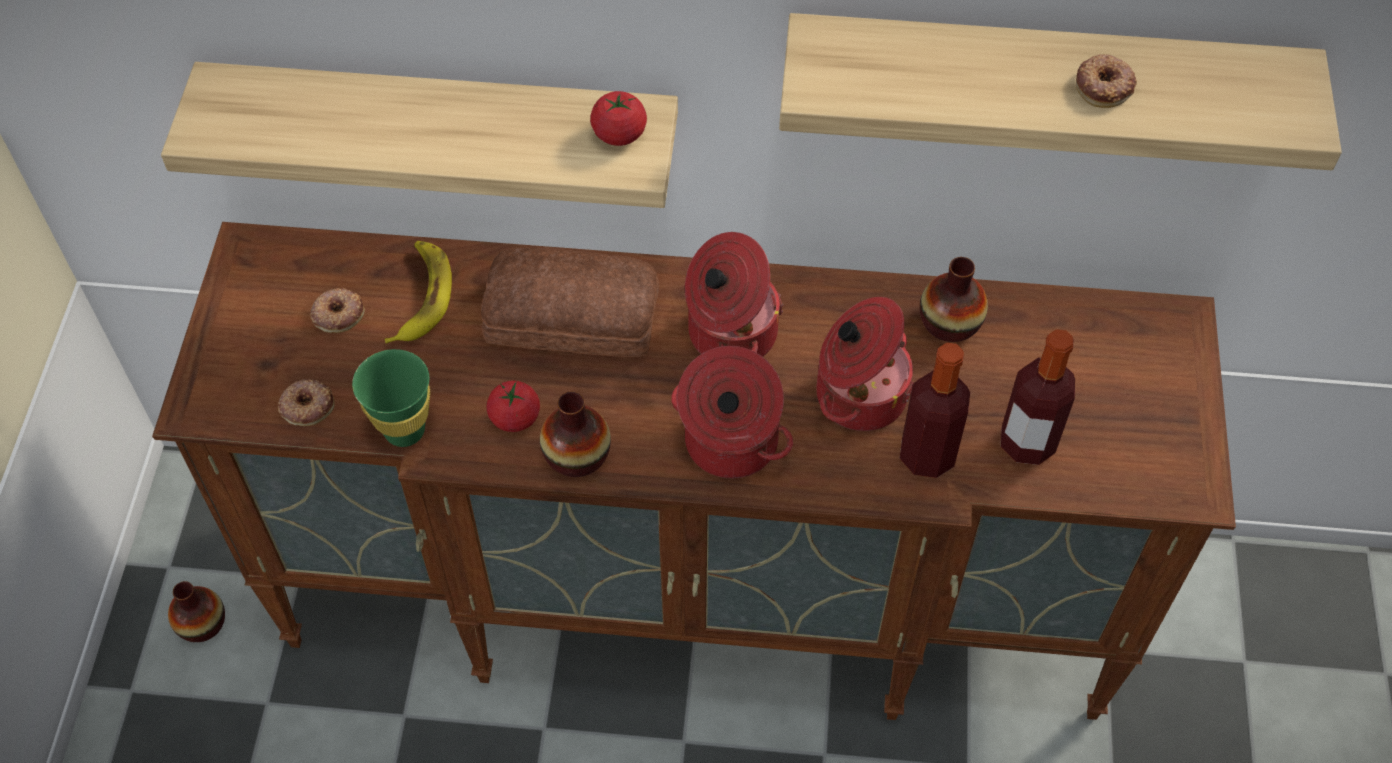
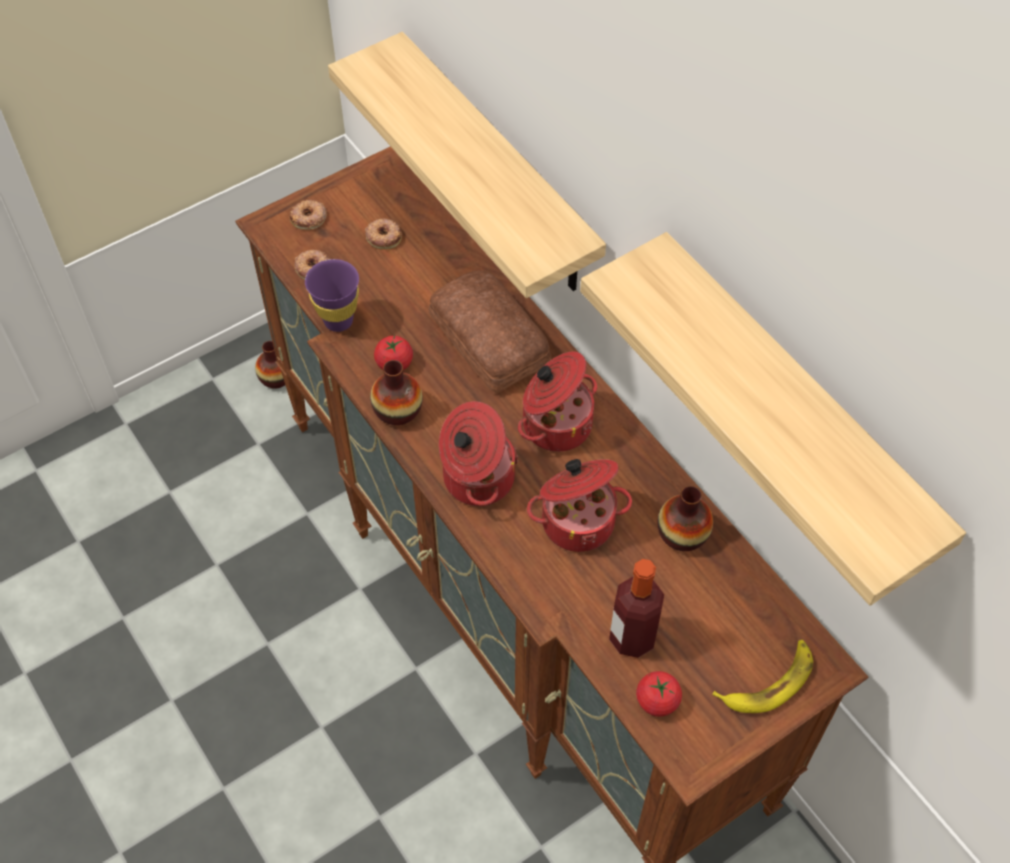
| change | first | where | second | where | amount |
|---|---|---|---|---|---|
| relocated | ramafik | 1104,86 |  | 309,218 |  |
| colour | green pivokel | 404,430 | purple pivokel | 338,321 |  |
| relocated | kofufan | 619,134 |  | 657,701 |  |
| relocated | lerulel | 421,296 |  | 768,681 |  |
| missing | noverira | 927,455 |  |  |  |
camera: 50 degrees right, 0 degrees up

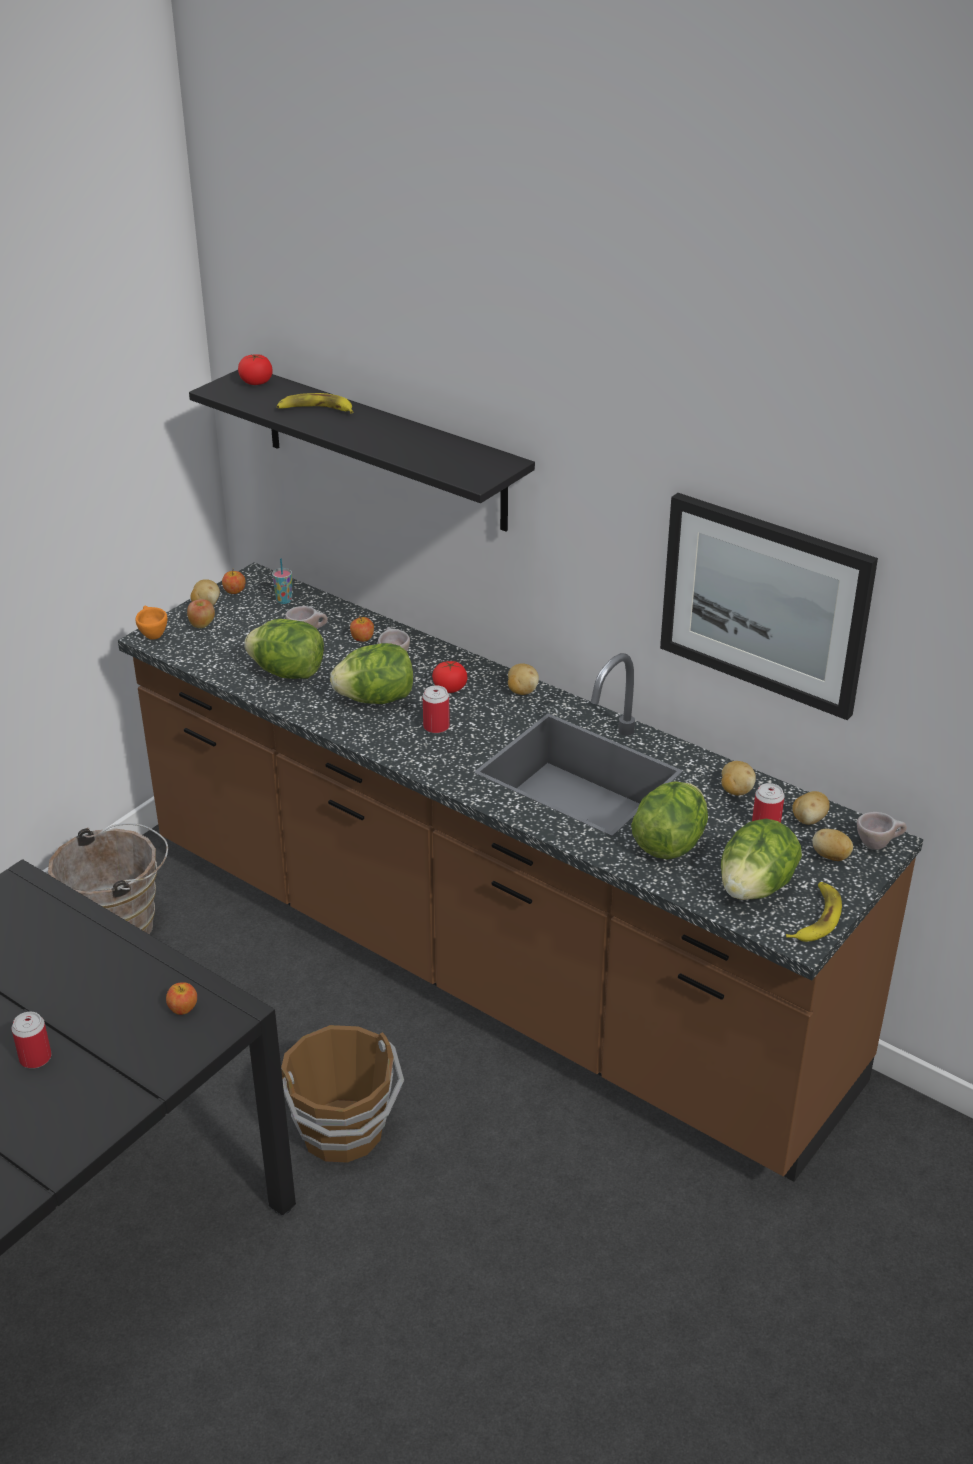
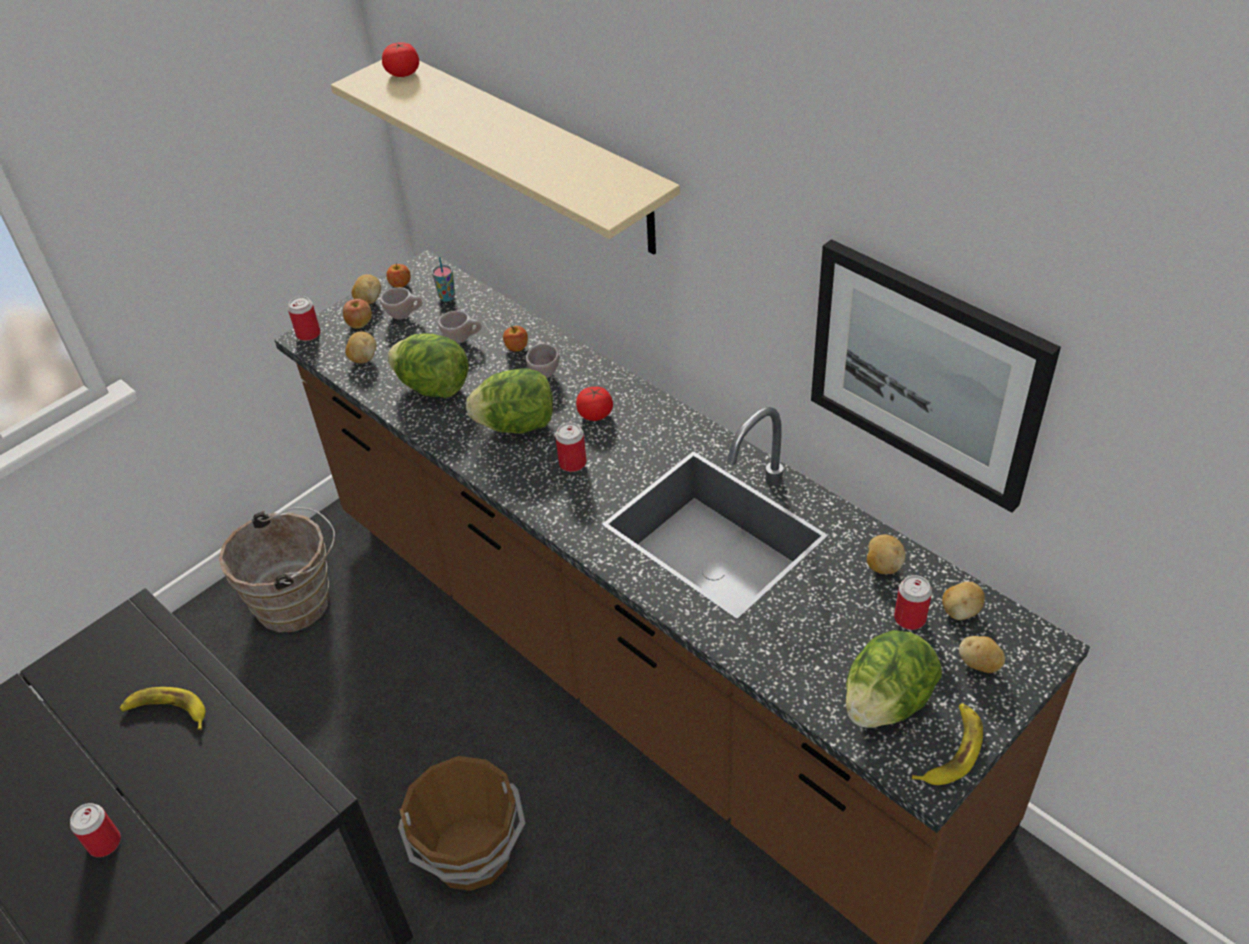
| change | first | where | second | where | amount |
|---|---|---|---|---|---|
| relocated | lerulel | 315,410 |  | 167,711 |  |
| exchanged | orange pivokel | 152,634 | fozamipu | 308,334 |  |
| colour | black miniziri | 384,449 | beige miniziri | 532,152 |  |
| relocated | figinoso | 521,691 |  | 363,358 |  |
| relocated | beige pivokel | 878,844 |  | 404,315 |  |
| missing | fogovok | 183,1008 |  |  |  |
| missing | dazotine | 669,844 |  |  |  |
camera: 10 degrees right, 10 degrees up

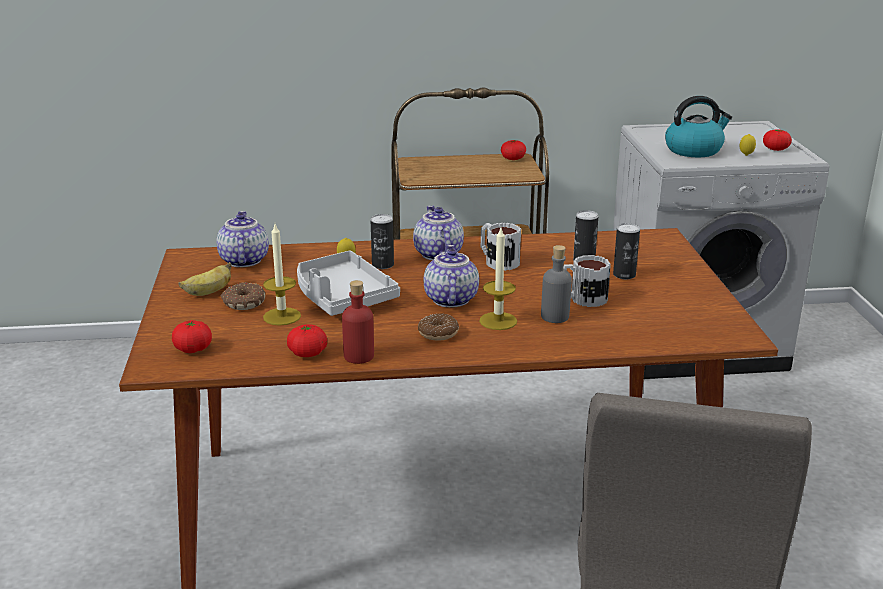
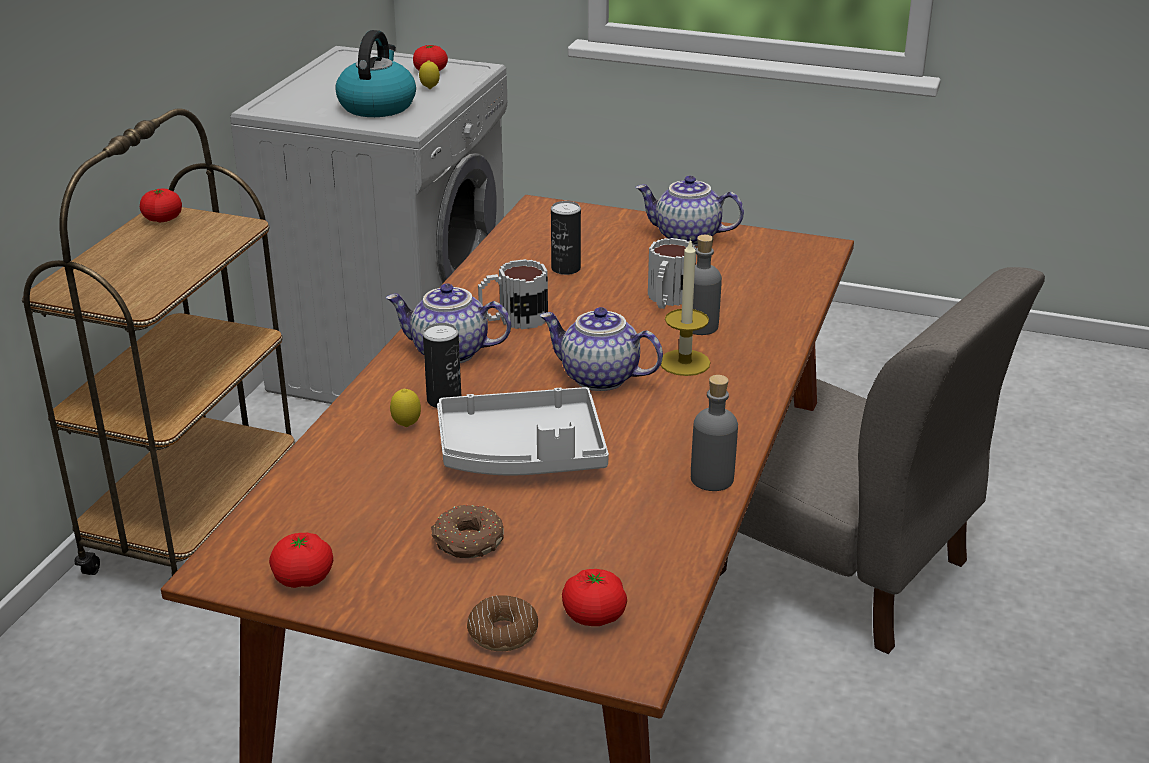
| change | first | where | second | where | amount |
|---|---|---|---|---|---|
| relocated | kofufan | 307,353 |  | 303,578 |  |
| relocated | ramafik | 438,333 |  | 503,632 |  |
| relocated | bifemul | 243,260 |  | 686,238 |  |
| colour | red noverira | 359,356 | grey noverira | 712,479 |  |
| missing | lerulel | 208,292 |  |  |  |
| missing | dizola | 282,316 |  |  |  |
| missing | fozamipu | 624,275 |  |  |  |
camera: 65 degrees left, 5 degrees up

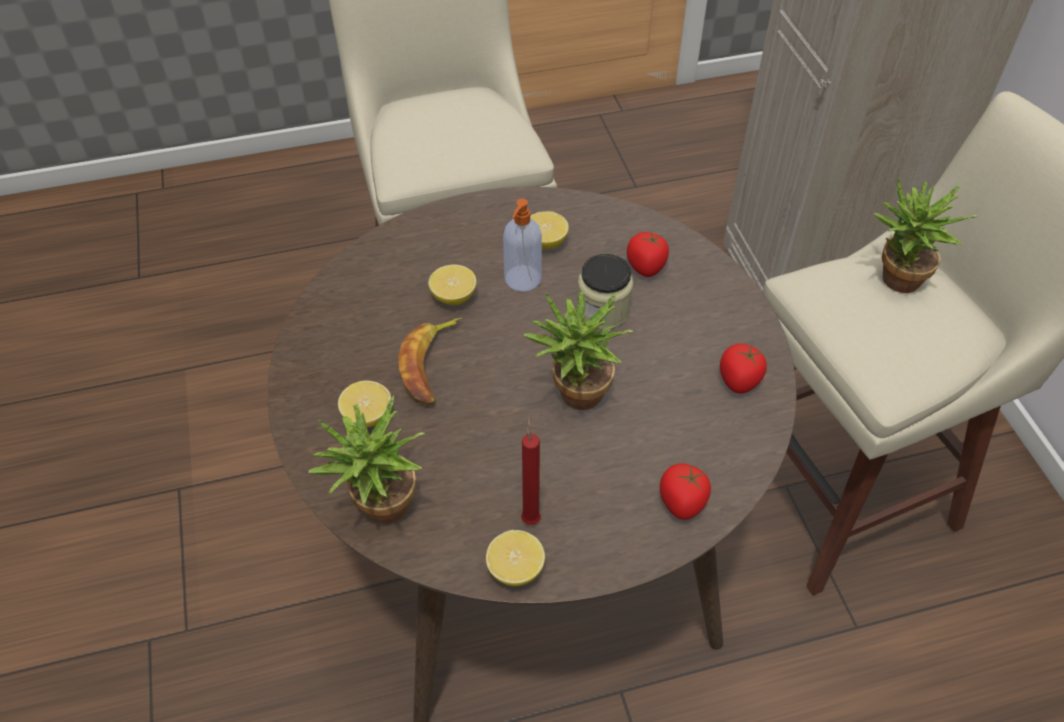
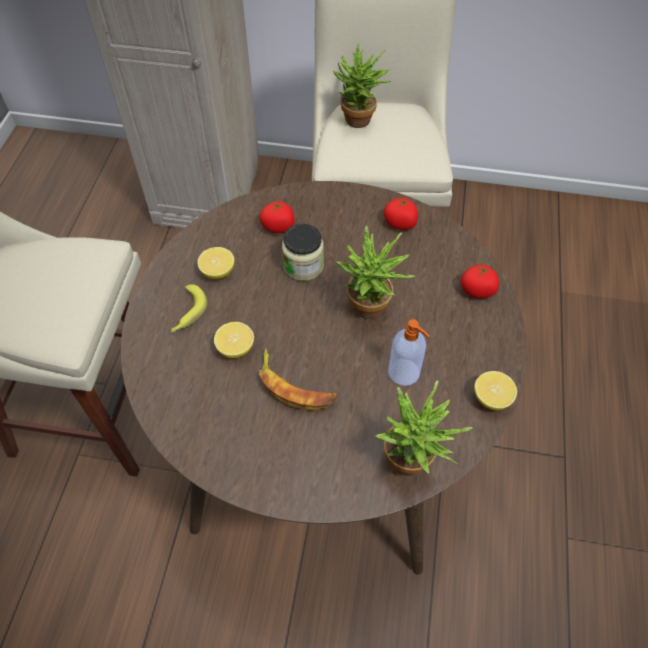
| change | first | where | second | where | amount |
|---|---|---|---|---|---|
| appeared |  |  | lerulel | 187,313 |  |
| relocated | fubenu | 522,279 |  | 404,373 |  |
| missing | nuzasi | 367,416 |  |  |  |
| missing | red dizola | 530,517 |  |  |  |
camera: 65 degrees left, 5 degrees up

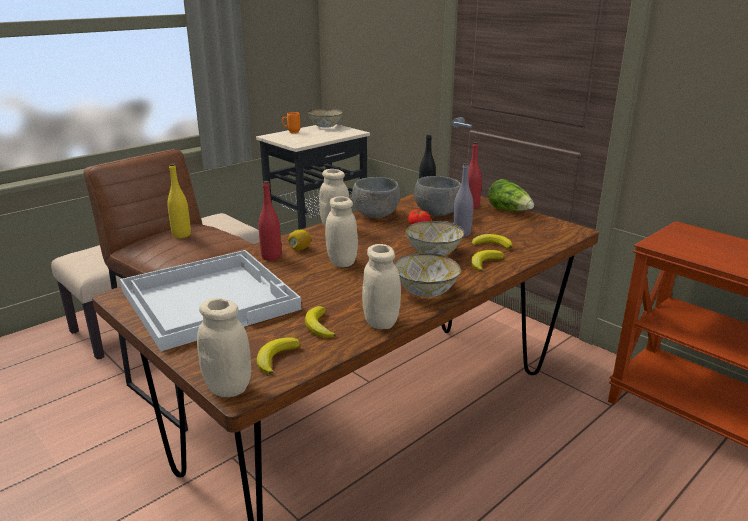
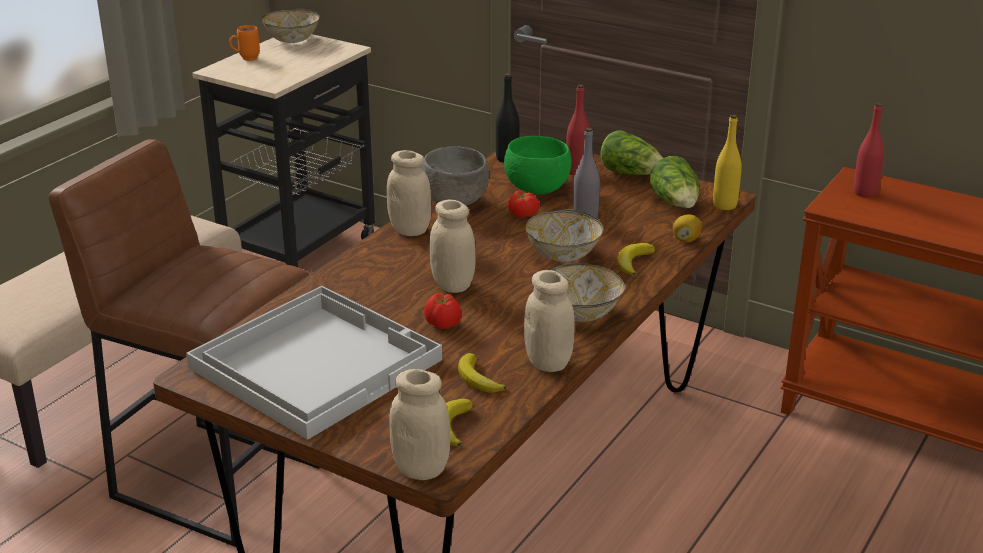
| change | first | where | second | where | amount |
|---|---|---|---|---|---|
| appeared |  |  | kofufan | 442,324 |  |
| colour | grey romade | 437,214 | green romade | 537,190 |  |
| appeared |  |  | dazotine | 676,204 |  |
| relocated | nuzasi | 299,249 |  | 686,239 |  |
| relocated | yellow noverira | 181,235 |  | 724,205 |  |
| relocated | red noverira | 271,257 |  | 865,192 |  |
| missing | lerulel | 492,245 |  |  |  |
camera: 15 degrees left, 5 degrees up

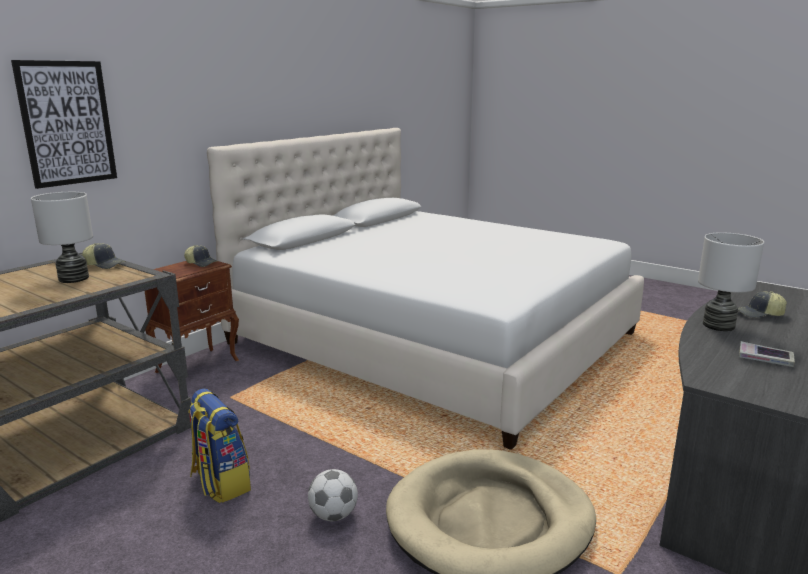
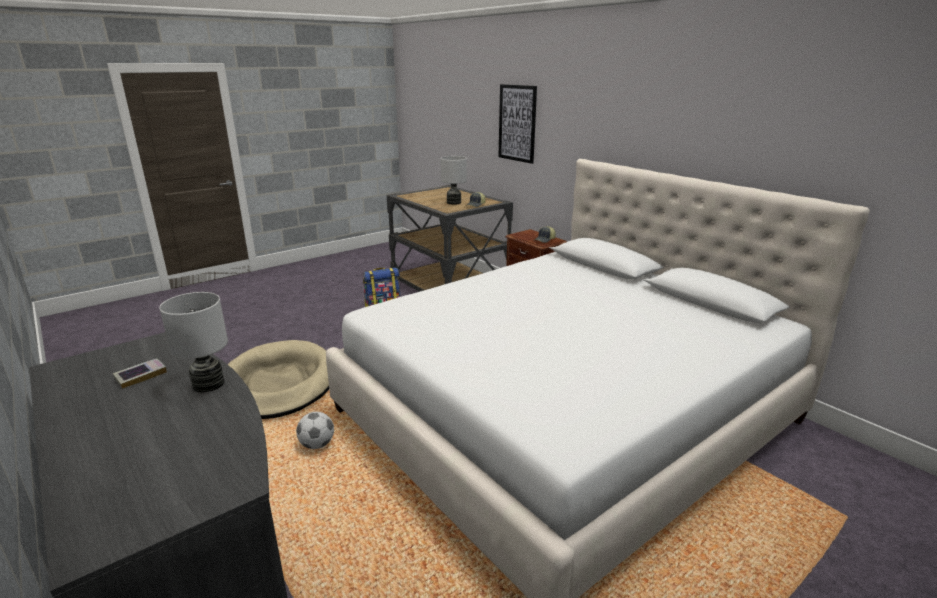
| change | first | where | second | where | amount |
|---|---|---|---|---|---|
| relocated | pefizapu | 333,515 |  | 317,445 |  |
| missing | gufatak | 759,314 |  |  |  |
camera: 105 degrees right, 5 degrees up

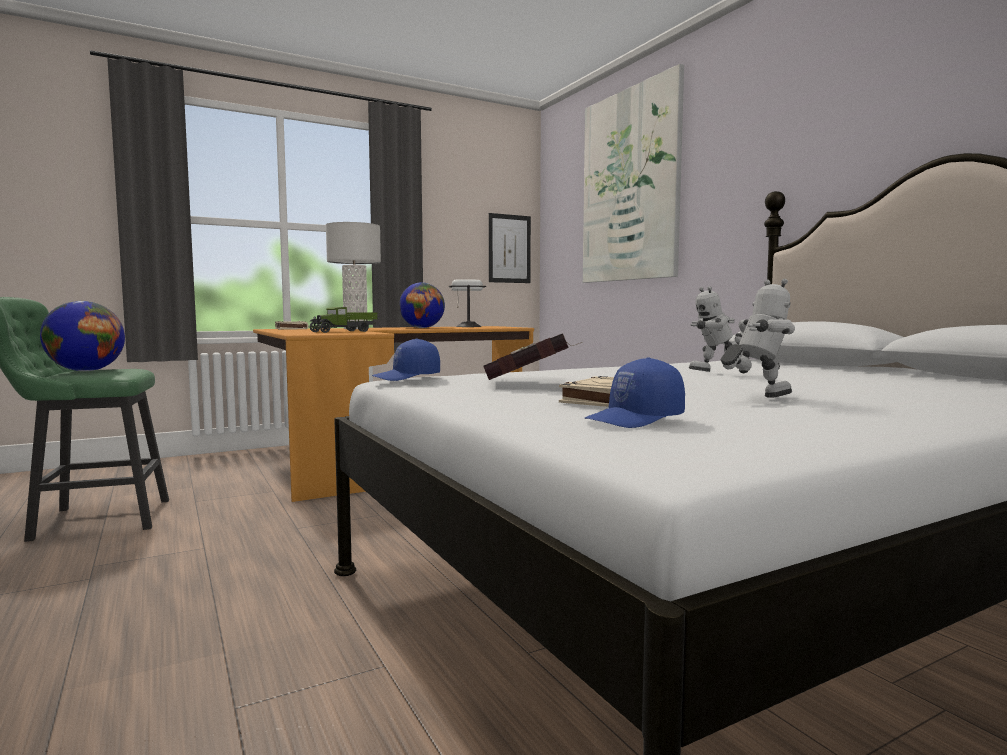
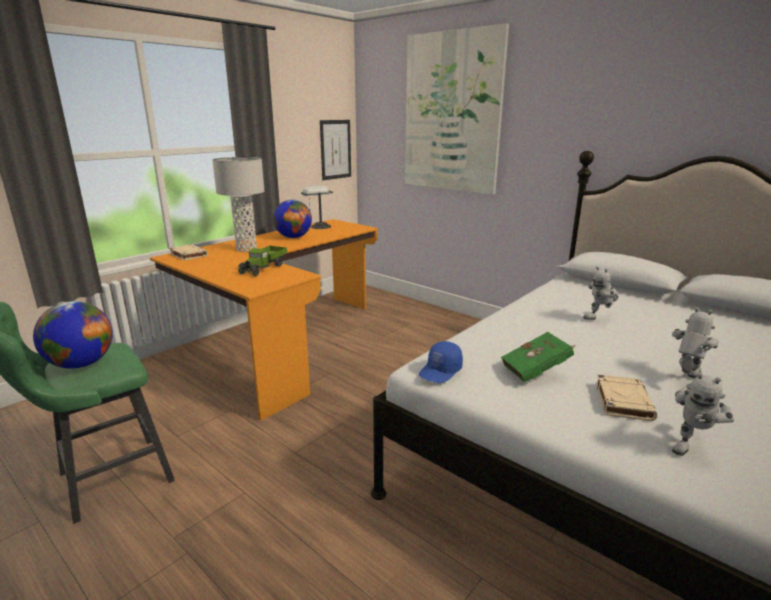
| change | first | where | second | where | amount |
|---|---|---|---|---|---|
| colour | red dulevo | 531,380 | green dulevo | 538,371 |  |
| exchanged | blue gufatak | 635,419 | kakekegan | 690,446 |  |
camera: 20 degrees left, 15 degrees up

